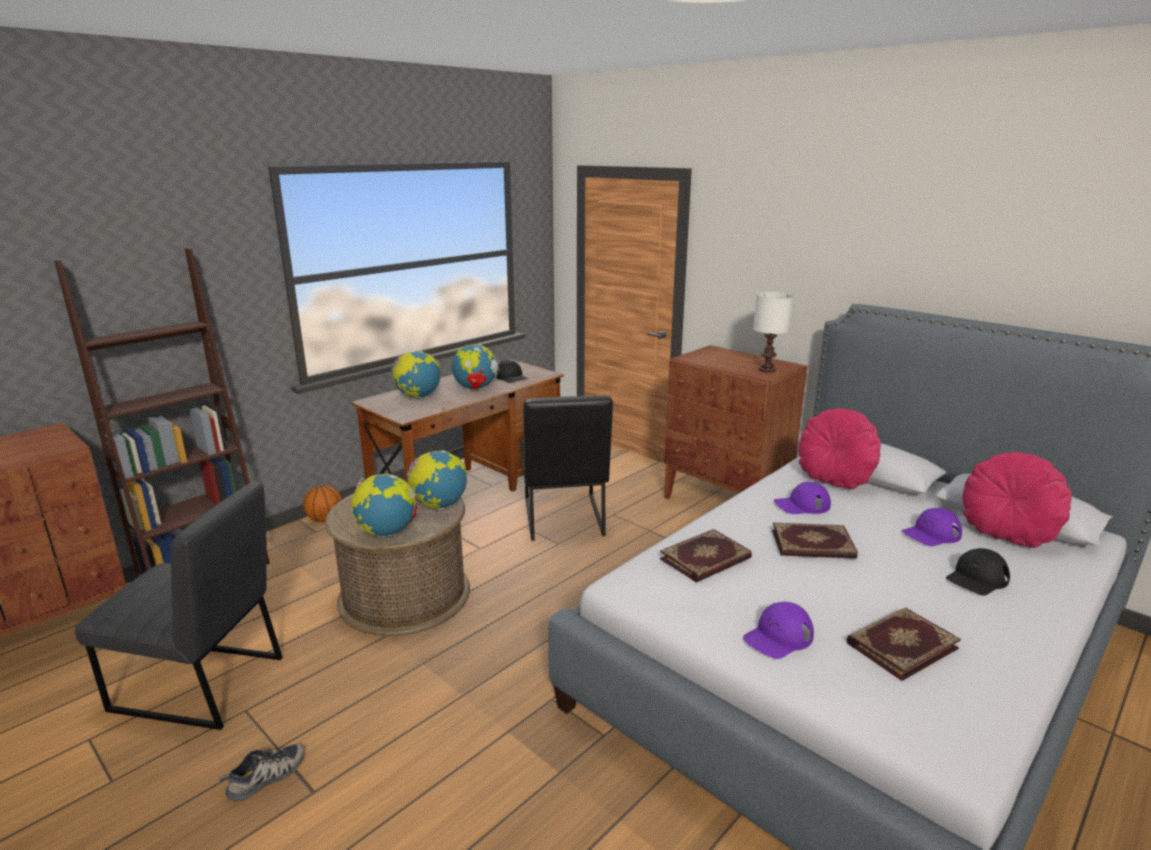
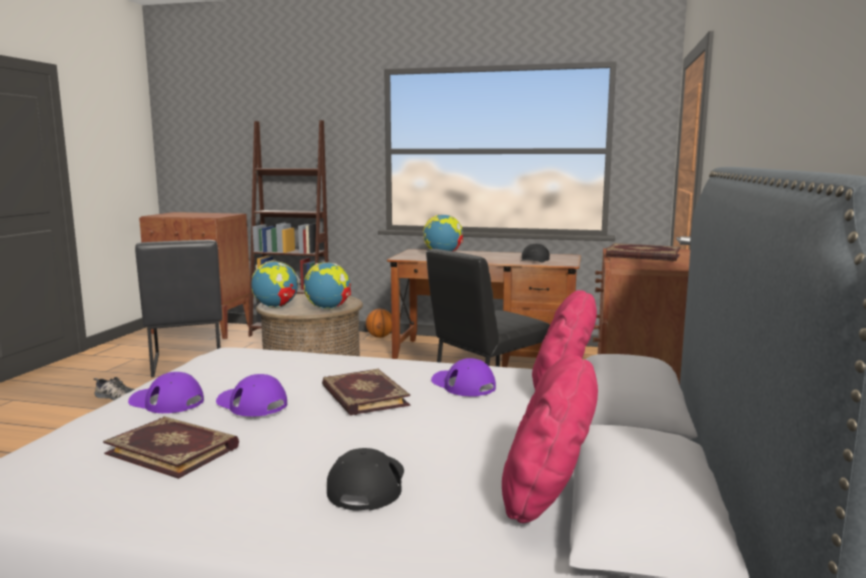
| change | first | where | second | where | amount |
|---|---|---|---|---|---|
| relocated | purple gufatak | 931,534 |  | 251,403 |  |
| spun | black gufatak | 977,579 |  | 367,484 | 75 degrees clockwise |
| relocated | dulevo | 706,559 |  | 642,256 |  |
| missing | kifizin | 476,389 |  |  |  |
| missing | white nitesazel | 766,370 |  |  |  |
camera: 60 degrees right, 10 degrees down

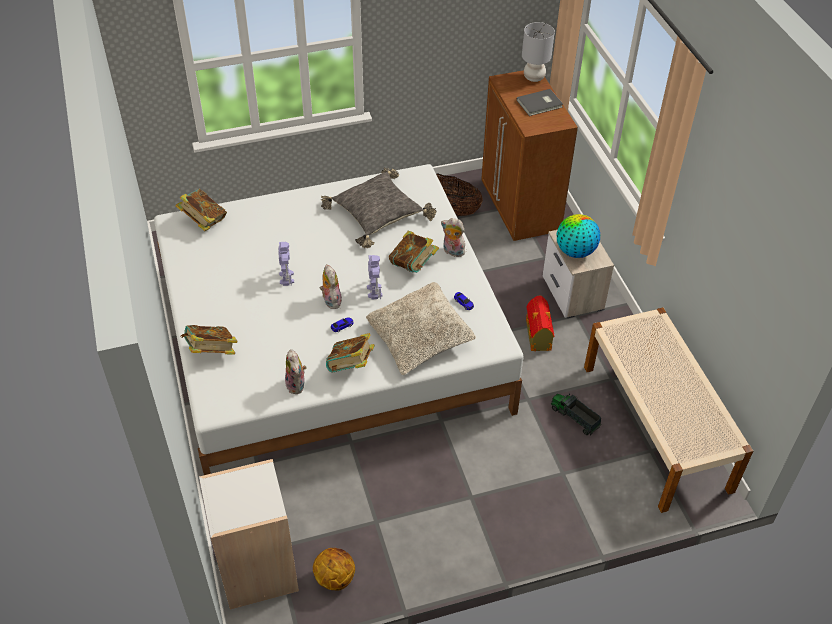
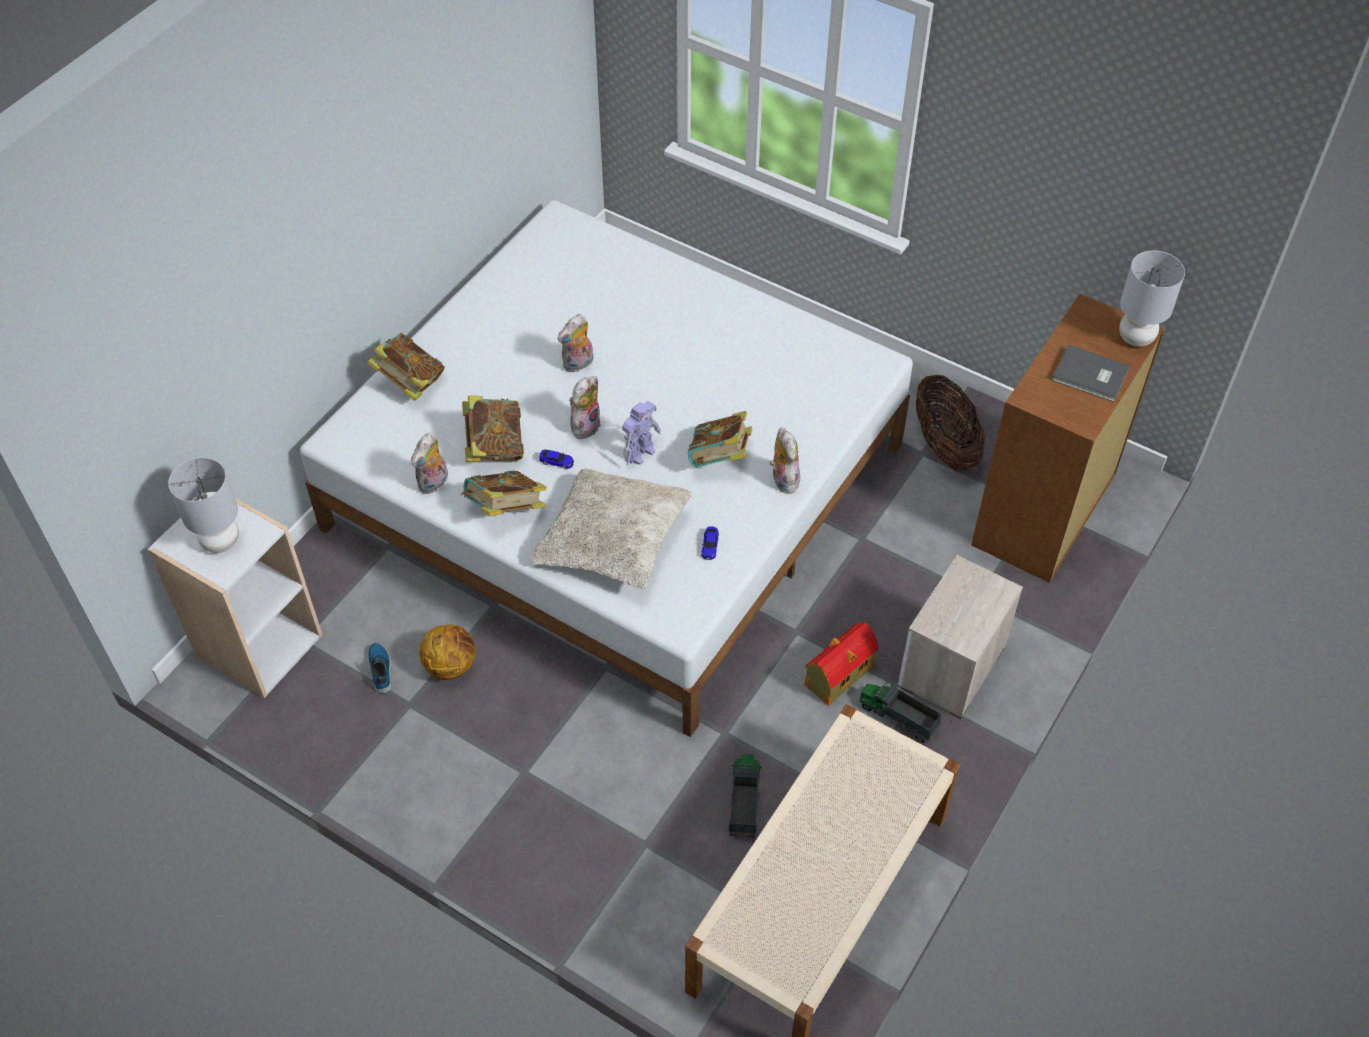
| change | first | where | second | where | amount |
|---|---|---|---|---|---|
| appeared |  |  | grey nitesazel | 221,542 |  |
| appeared |  |  | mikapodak | 381,669 |  |
| relocated | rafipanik | 334,578 |  | 451,665 |  |
| relocated | dulevo | 203,221 |  | 494,447 |  |
| exchanged | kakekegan | 286,277 | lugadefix | 578,364 |  |
| appeared |  |  | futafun | 898,717 |  |
| missing | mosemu | 377,212 |  |  |  |
| missing | kifizin | 575,251 |  |  |  |
camera: 50 degrees right, 5 degrees up

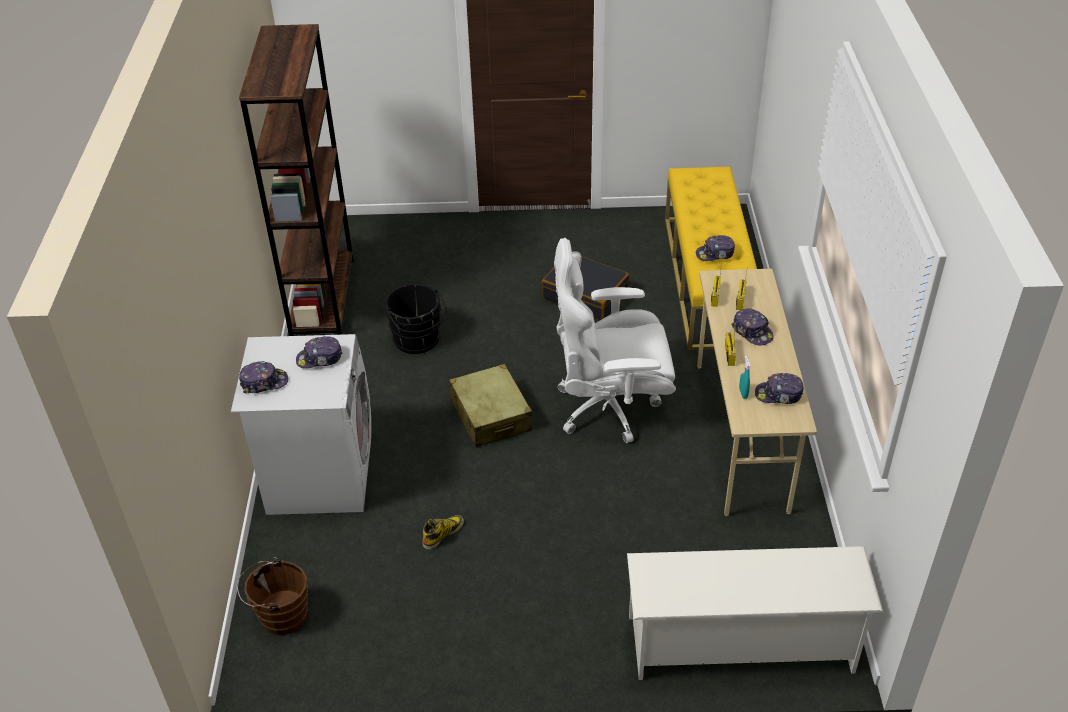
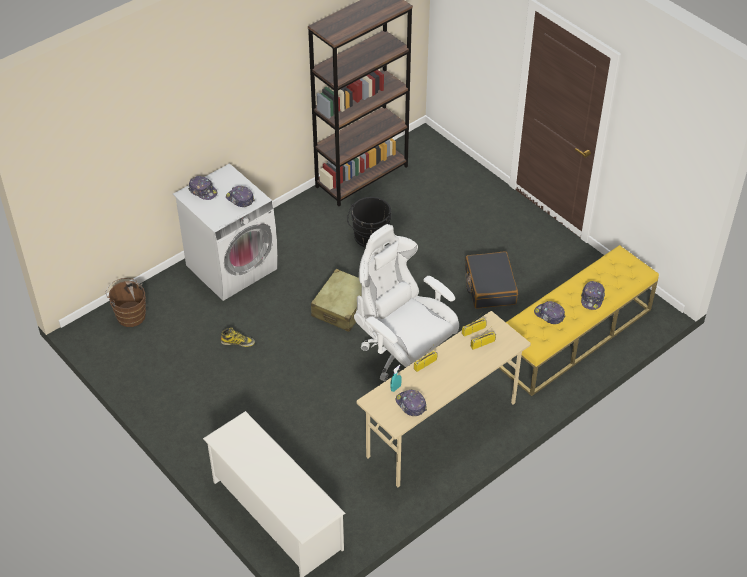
| change | first | where | second | where | amount |
|---|---|---|---|---|---|
| relocated | gufatak | 752,332 |  | 592,298 |  |
camera: 50 degrees right, 5 degrees up

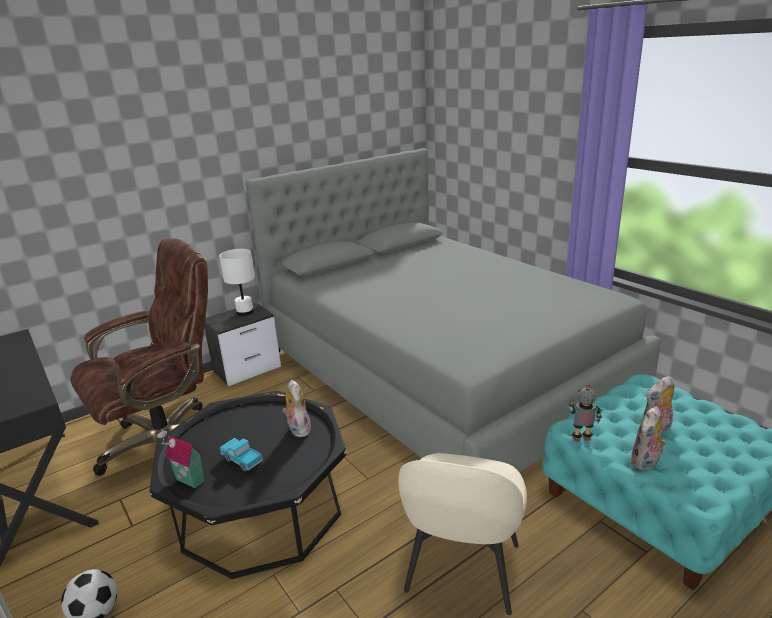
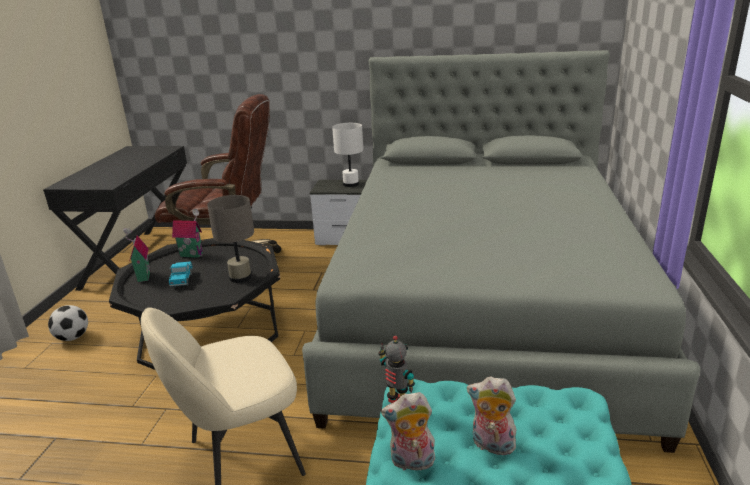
| change | first | where | second | where | amount |
|---|---|---|---|---|---|
| appeared |  |  | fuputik | 192,254 |  |
| exchanged | lugadefix | 298,429 | grey nitesazel | 240,277 |  |
camera: 45 degrees right, 0 degrees up

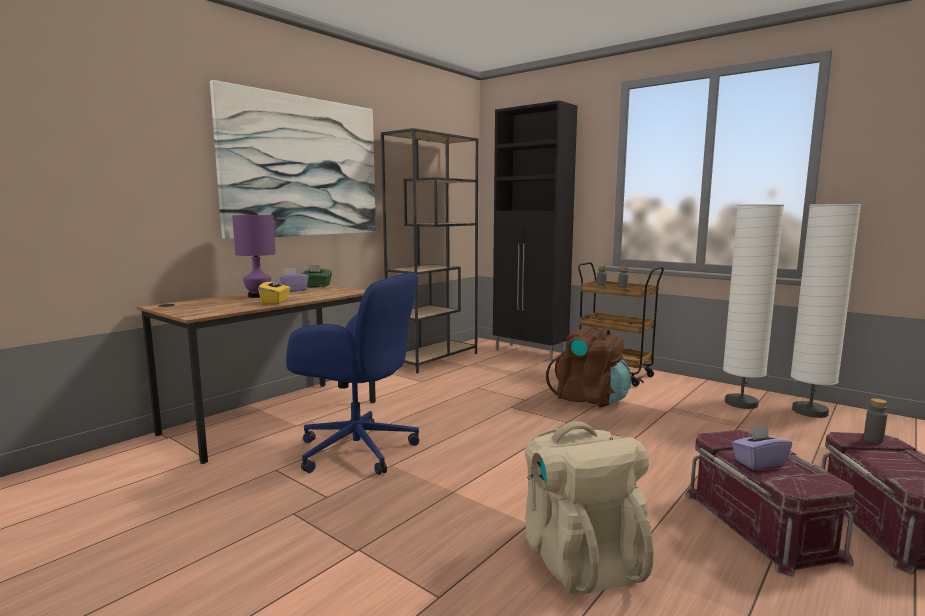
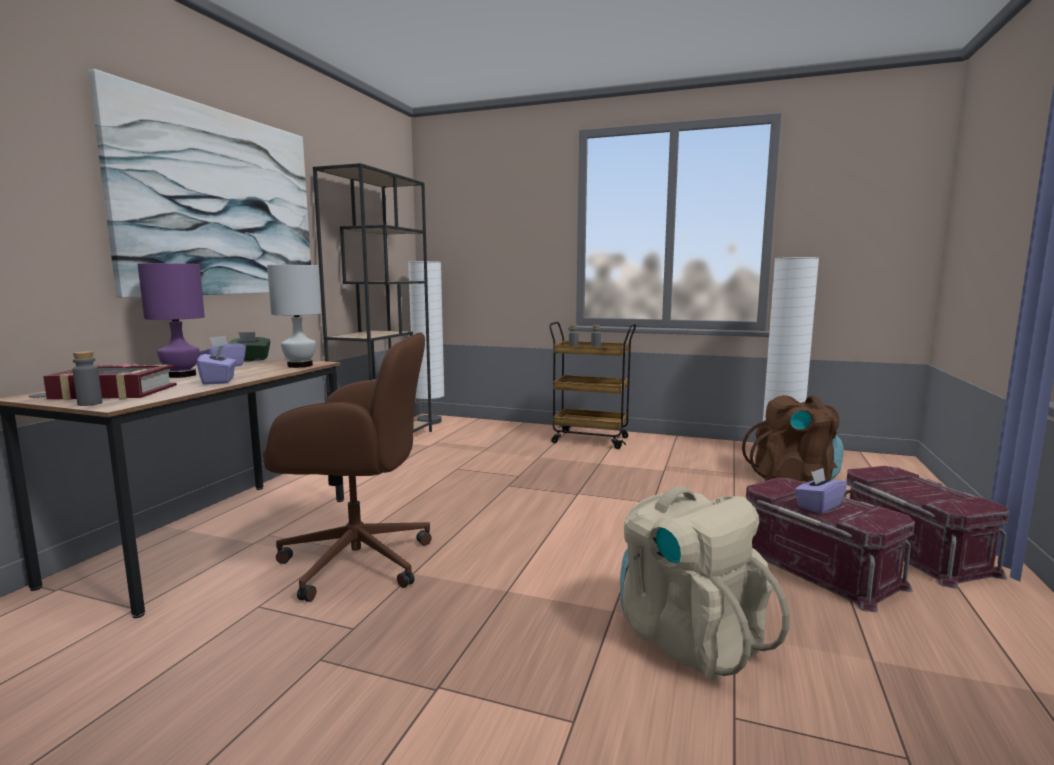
| change | first | where | second | where | amount |
|---|---|---|---|---|---|
| appeared |  |  | dulevo | 115,392 |  |
| relocated | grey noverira | 873,440 |  | 90,403 |  |
| colour | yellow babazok | 275,302 | purple babazok | 219,381 |  |
| colour | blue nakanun | 356,450 | brown nakanun | 356,562 |  |
| appeared |  |  | white nitesazel | 300,365 |  |
| relocated | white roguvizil | 741,403 |  | 429,421 |  |
| relocated | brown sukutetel | 589,399 |  | 793,477 |  |
| missing | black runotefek | 530,353 |  |  |  |
camera: 20 degrees left, 0 degrees up

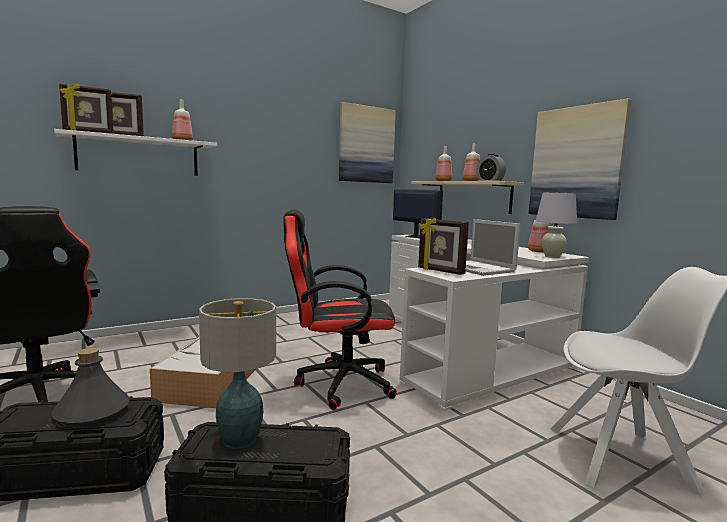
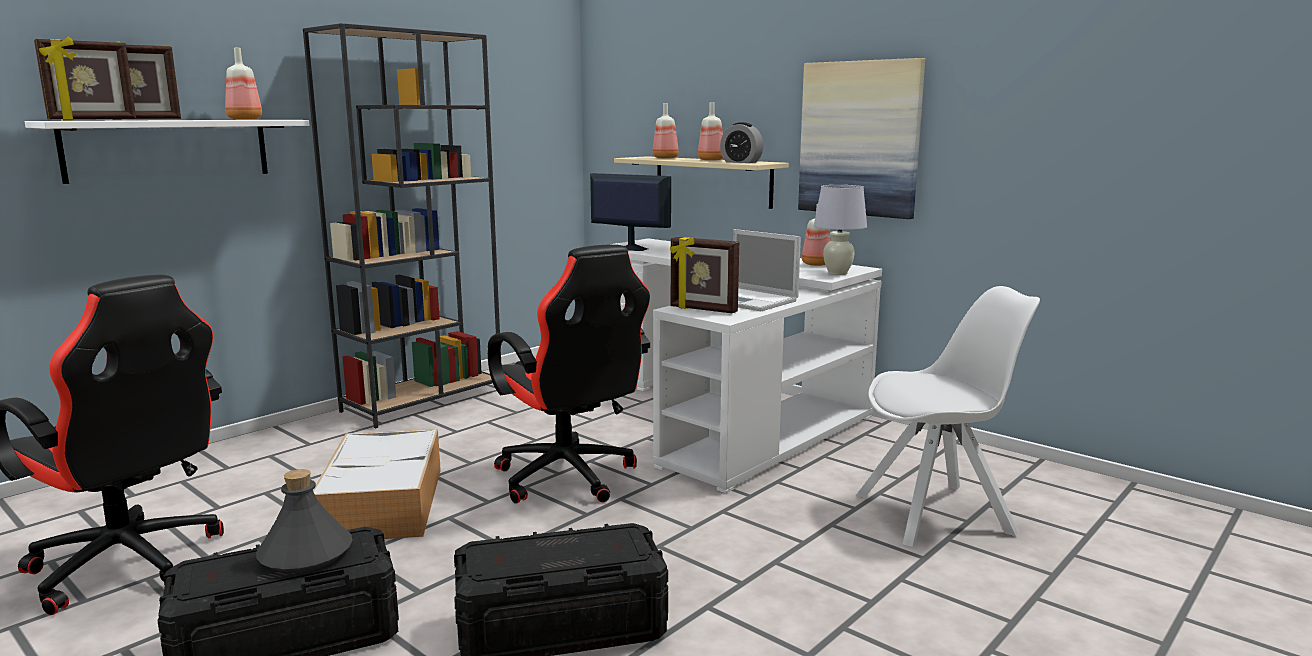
| change | first | where | second | where | amount |
|---|---|---|---|---|---|
| appeared |  |  | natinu | 424,401 |  |
| spun | black nakanun | 337,384 |  | 570,482 | 105 degrees counterclockwise |
| missing | nitesazel | 240,439 |  |  |  |
| missing | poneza | 366,144 |  |  |  |
camera: 15 degrees left, 5 degrees up

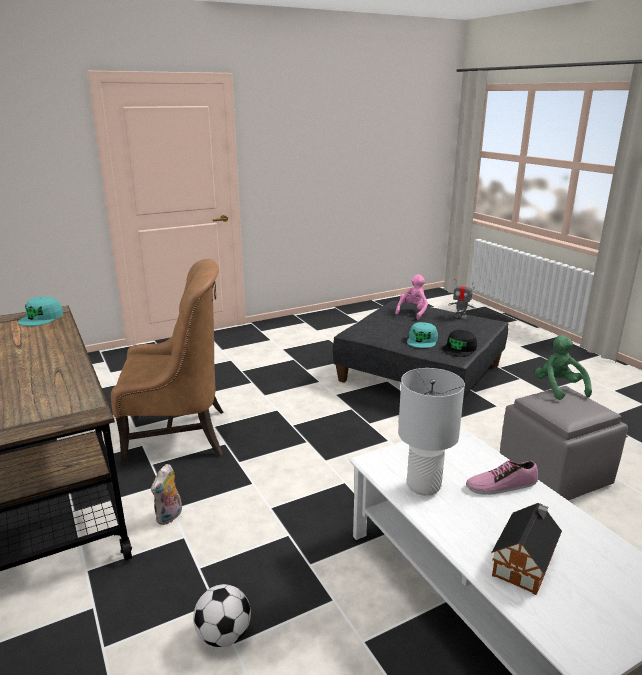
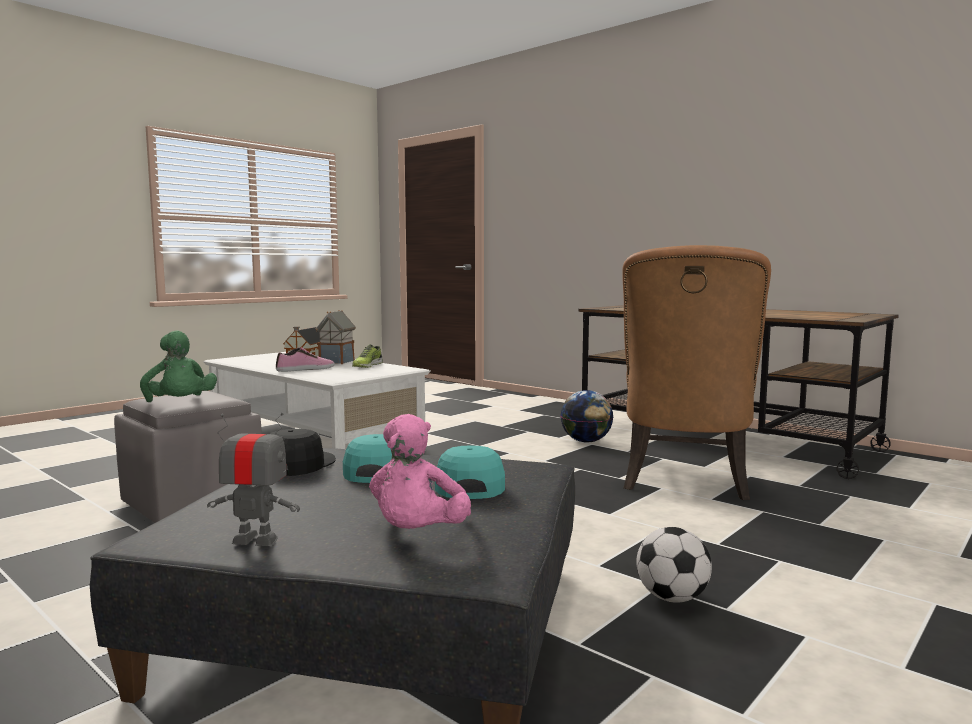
| change | first | where | second | where | amount |
|---|---|---|---|---|---|
| appeared |  |  | fuputik | 337,361 |  |
| exchanged | grey nitesazel | 423,488 | mikapodak | 367,366 |  |
| relocated | turquoise gufatak | 41,318 |  | 469,485 |  |
| exchanged | lugadefix | 170,517 | kifizin | 586,441 |  |
| spun | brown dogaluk | 178,435 |  | 685,476 | 45 degrees counterclockwise |
| relocated | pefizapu | 224,635 |  | 672,598 |  |
camera: 160 degrees right, 15 degrees down

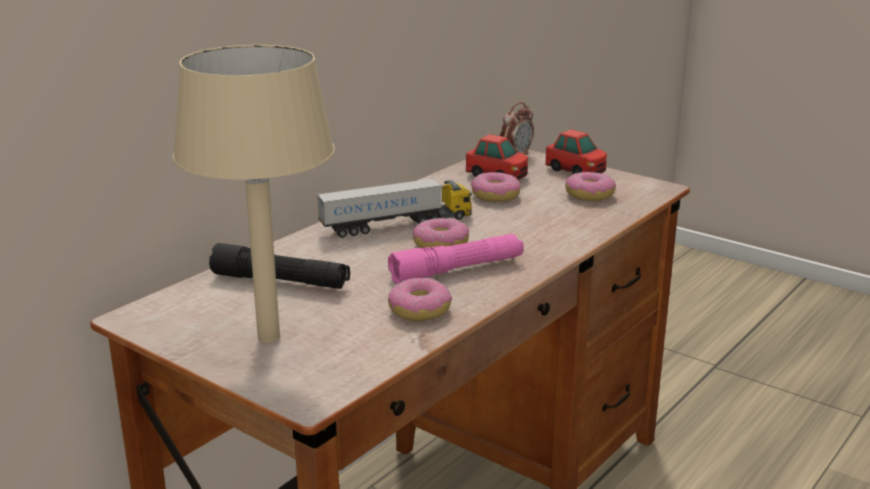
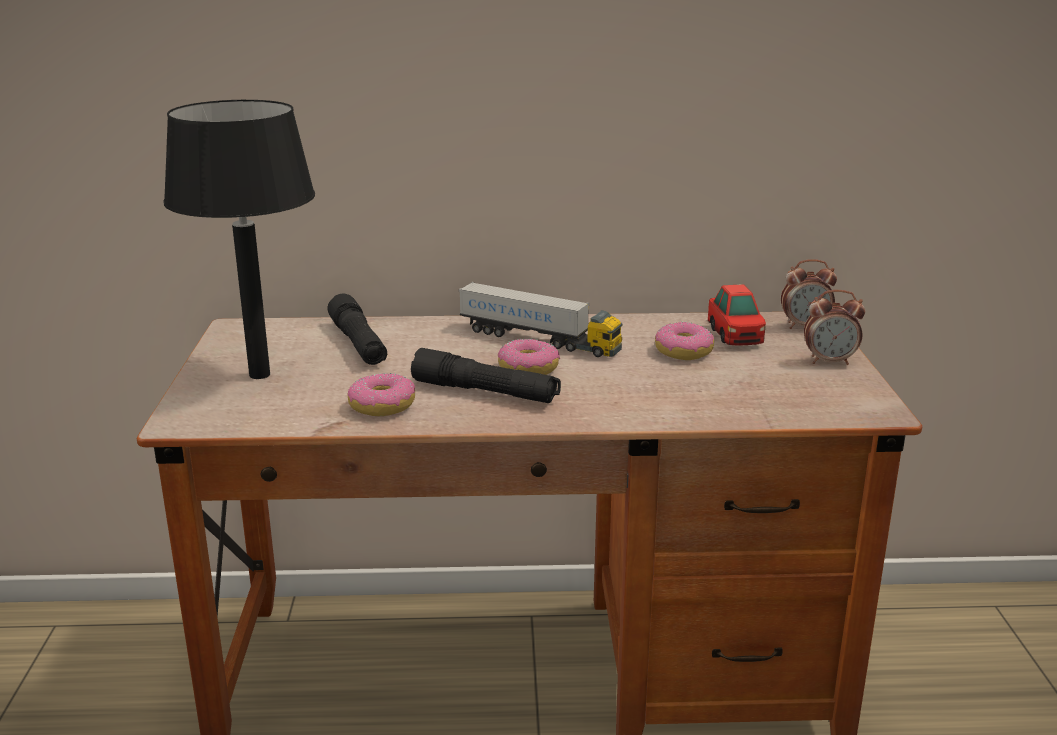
| change | first | where | second | where | amount |
|---|---|---|---|---|---|
| colour | beige nitesazel | 267,337 | black nitesazel | 258,374 |  |
| colour | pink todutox | 457,270 | black todutox | 485,392 |  |
| exchanged | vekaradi | 576,171 | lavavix | 829,361 |  |
| missing | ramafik | 590,195 |  |  |  |
camera: 50 degrees right, 0 degrees up

